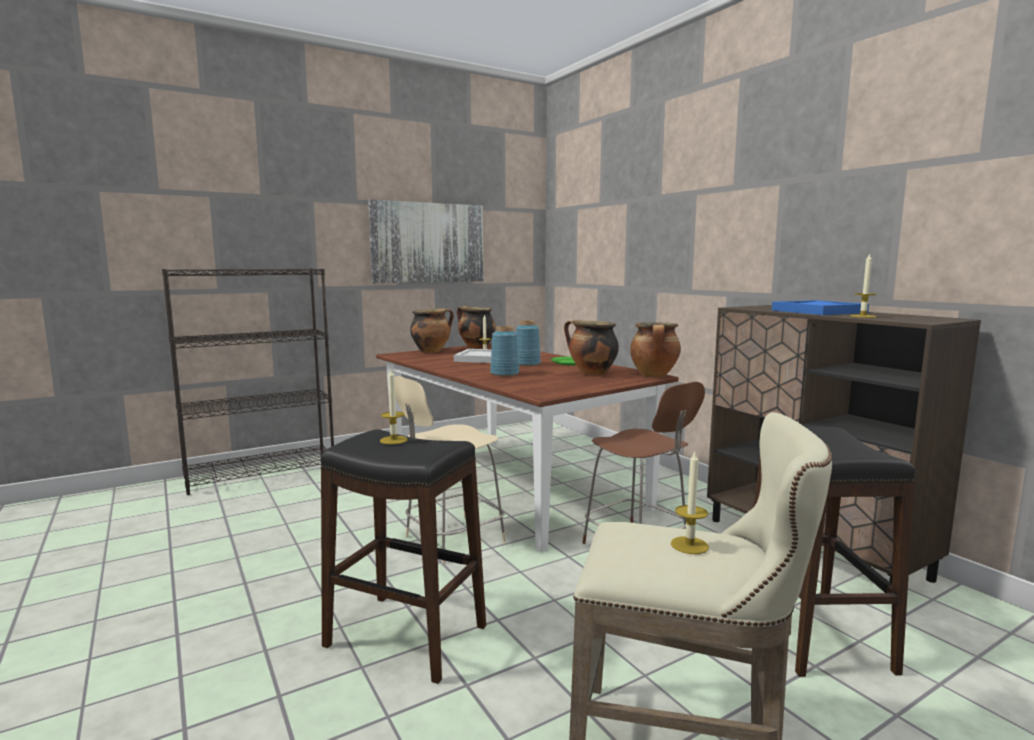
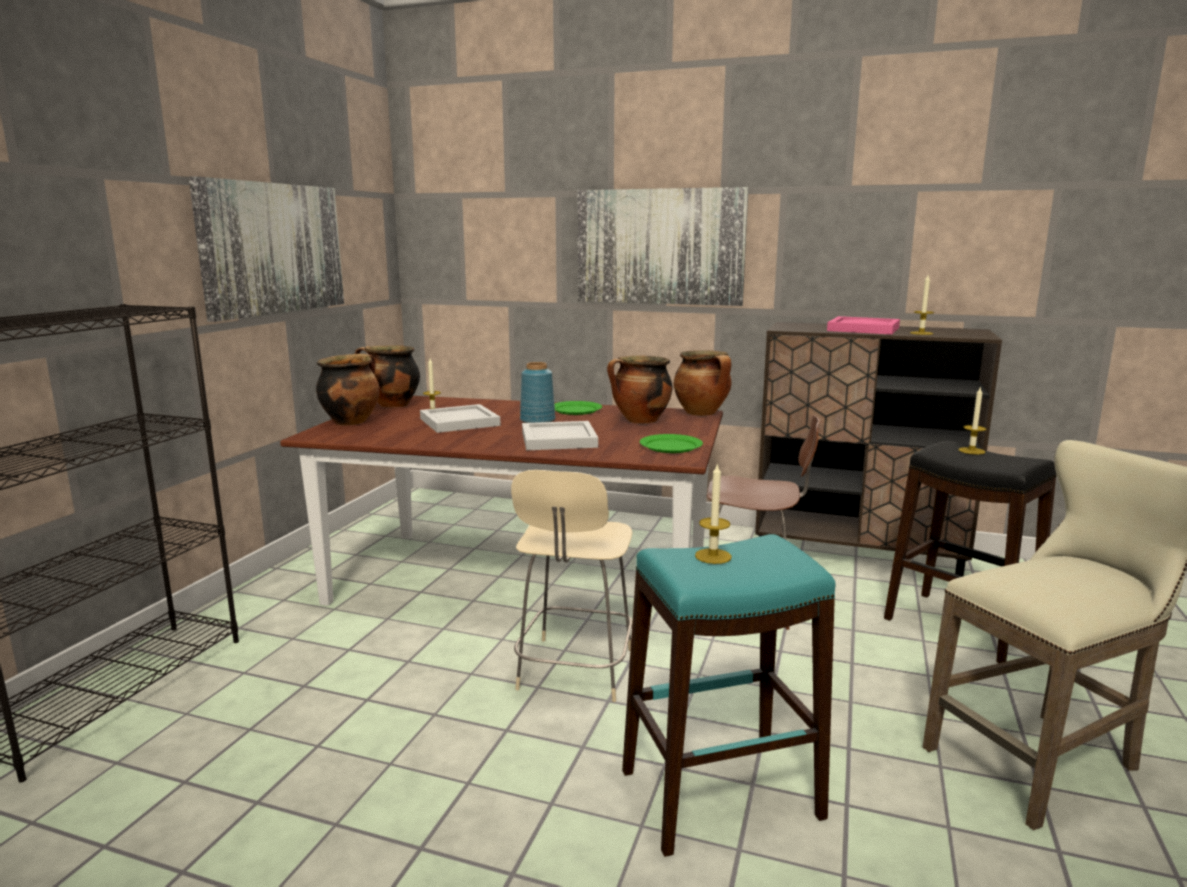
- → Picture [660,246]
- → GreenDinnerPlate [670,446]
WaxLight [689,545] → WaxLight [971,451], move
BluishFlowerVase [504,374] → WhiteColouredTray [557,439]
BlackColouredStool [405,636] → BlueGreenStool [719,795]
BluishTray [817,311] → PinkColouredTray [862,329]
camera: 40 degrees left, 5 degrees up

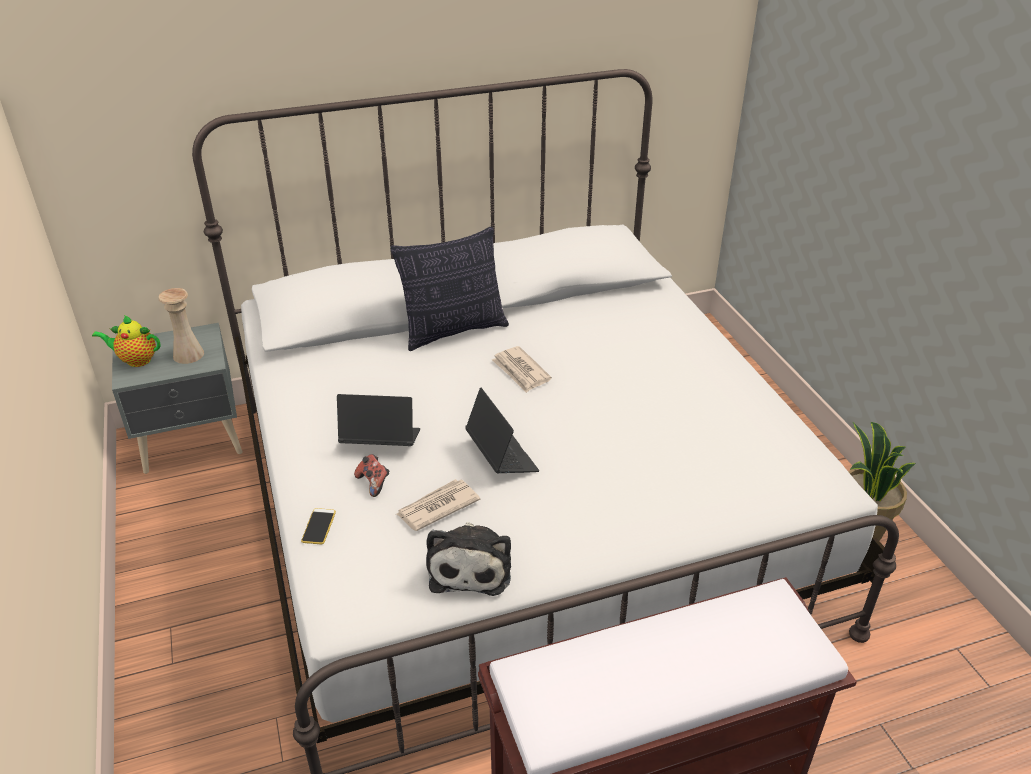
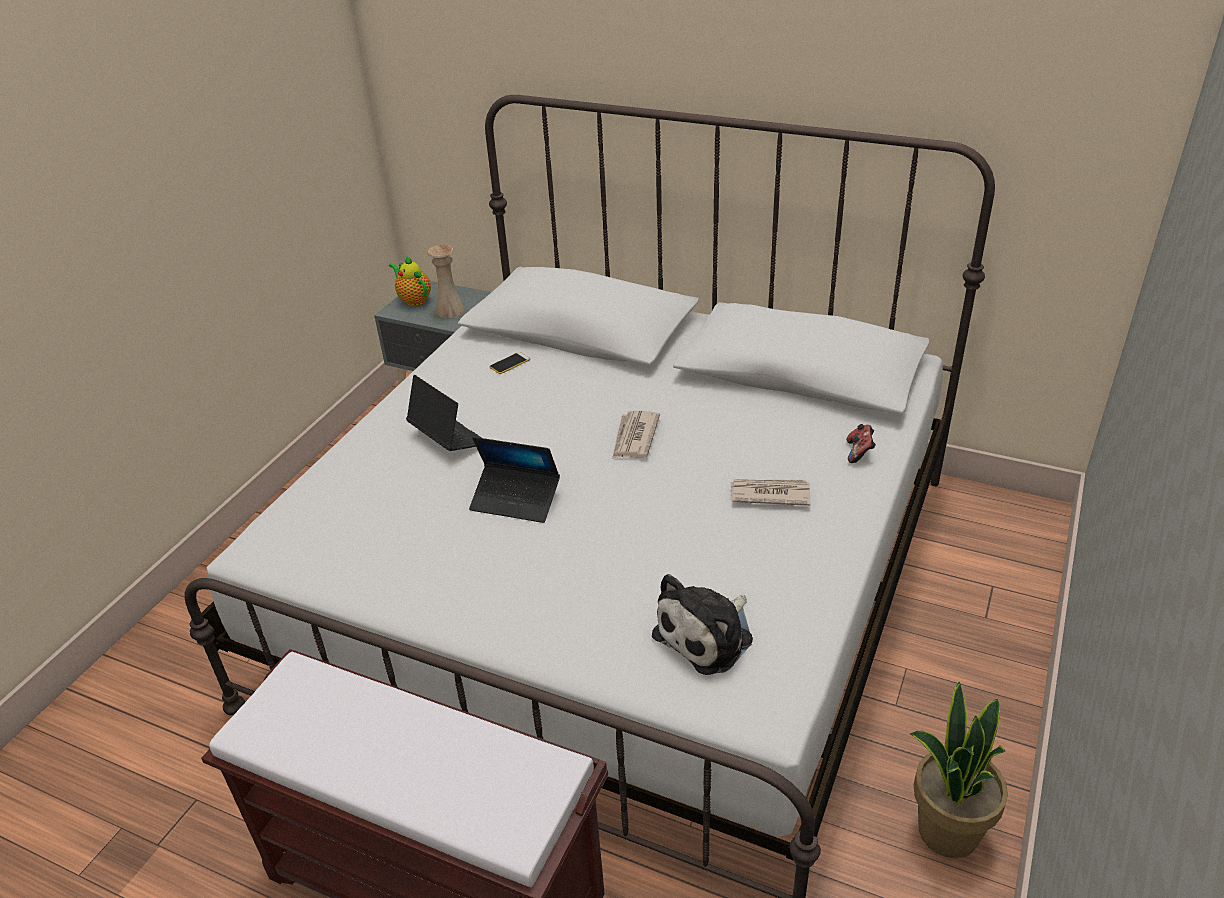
Cushion [454,331] → -
Handset [318,526] → Handset [509,363], move
Joypad [374,483] → Joypad [859,452], move
PrintedPaper [437,507] → PrintedPaper [769,494], move
PlushToy [470,566] → PlushToy [708,635], move
NotebookComputer [501,456] → NotebookComputer [516,500], 90 degrees clockwise
camera: 45 degrees right, 0 degrees up

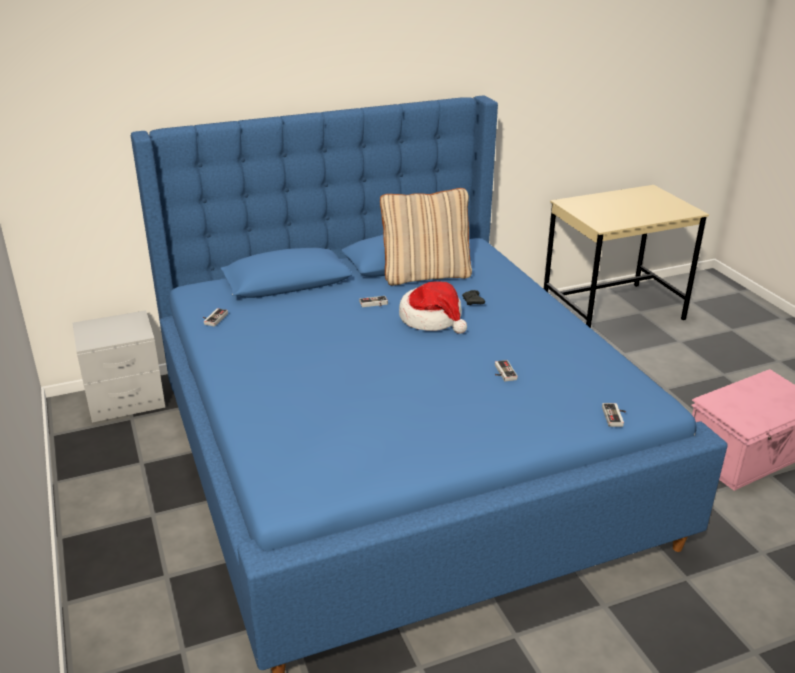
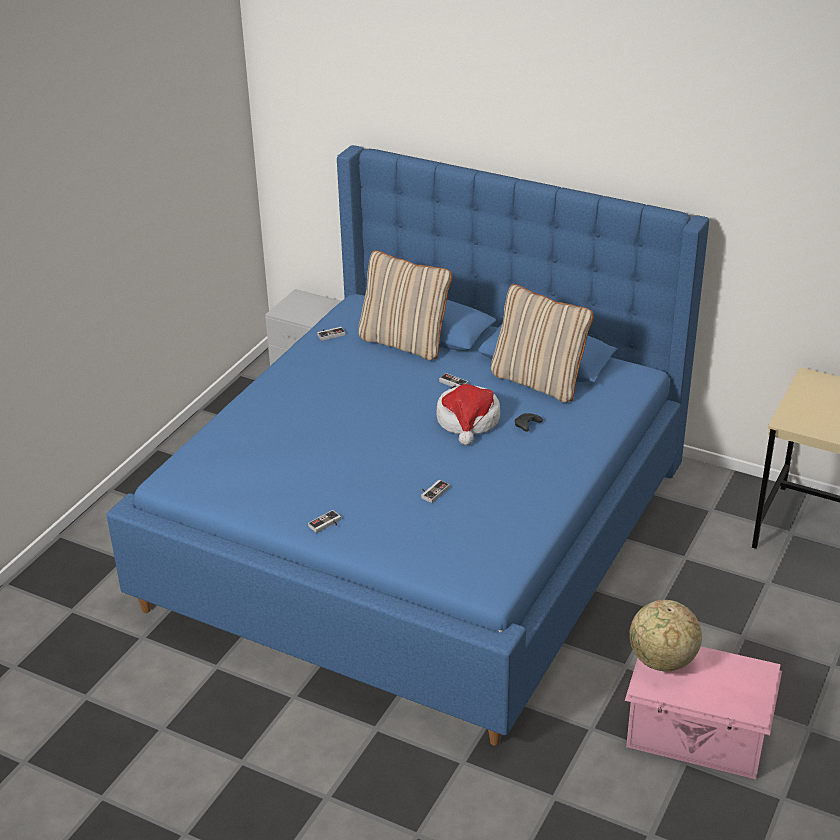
- → SandColouredCushion [405,342]
- → Globe [662,661]
Joypad [615,416] → Joypad [326,525], move
camera: 50 degrees right, 5 degrees up

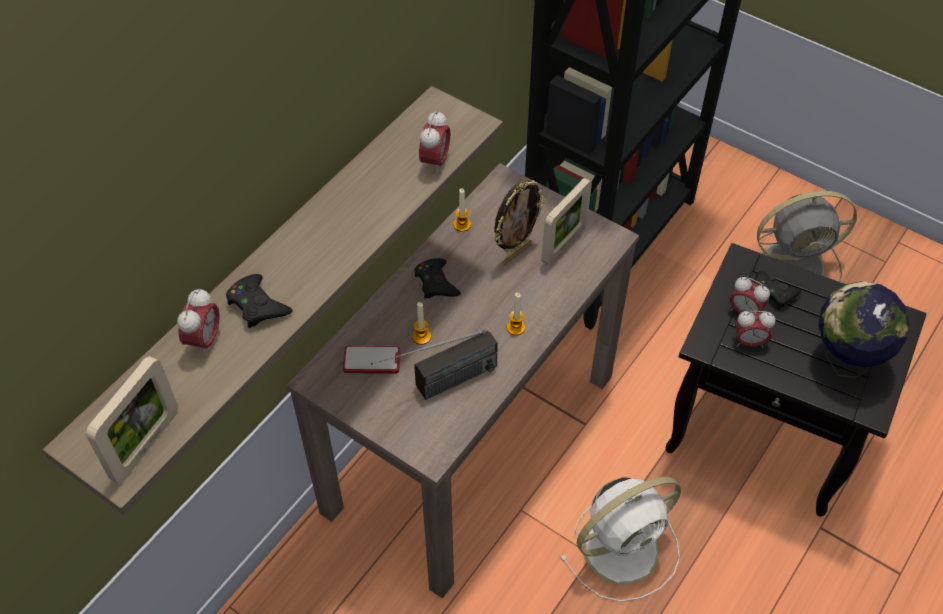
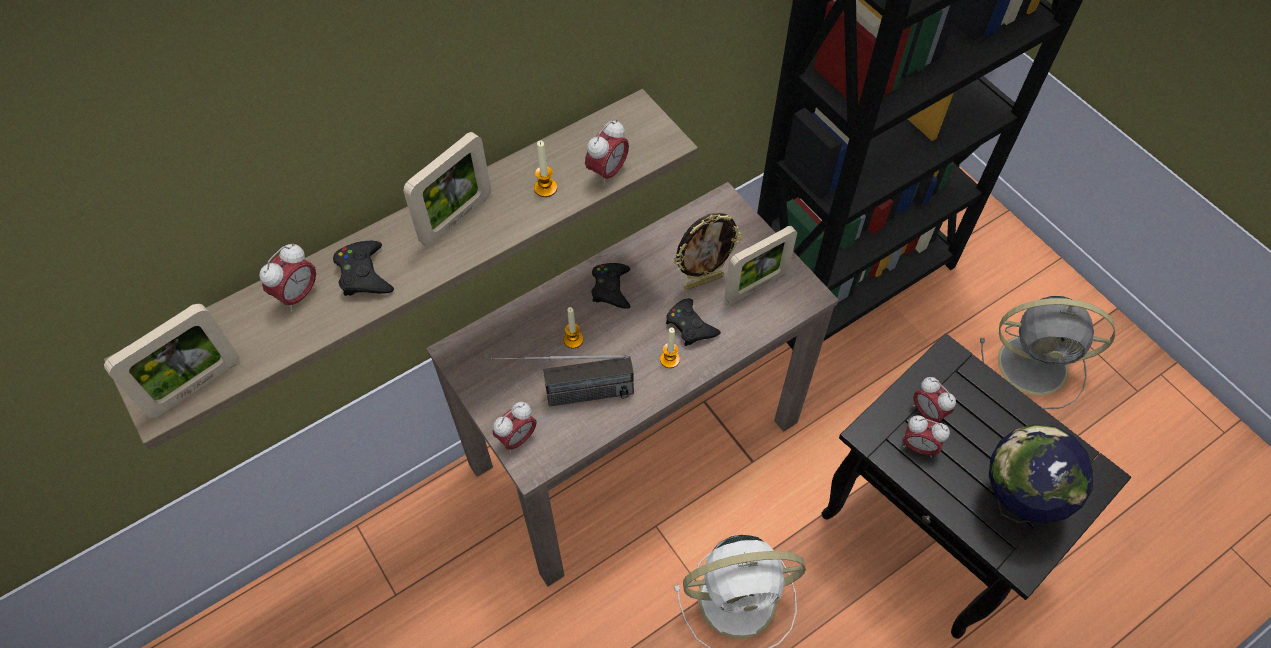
Handset [371,361] → -
- → PictureFrame [456,219]
- → AlarmClock [517,438]
WaxLight [462,224] → WaxLight [545,188], move
BlackColouredJoypad [773,292] → BlackColouredJoypad [690,326], move
camera: 20 degrees right, 5 degrees up

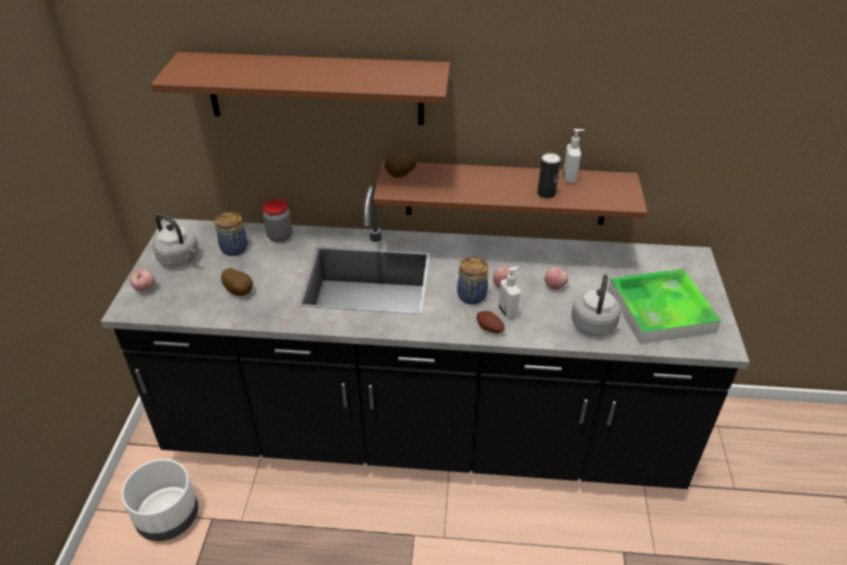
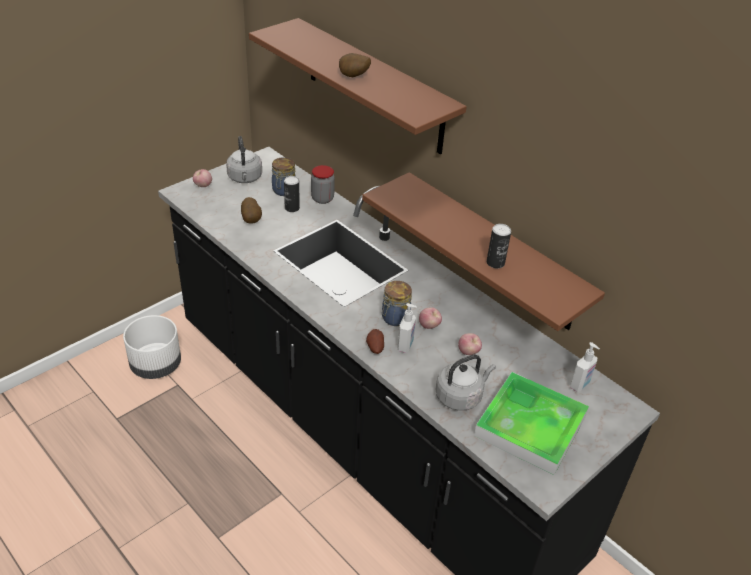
- → SealedCan [292,208]
Spud [401,176] → Spud [353,77], move
SoapDispenser [570,178] → SoapDispenser [580,385], move
camera: 40 degrees right, 0 degrees up

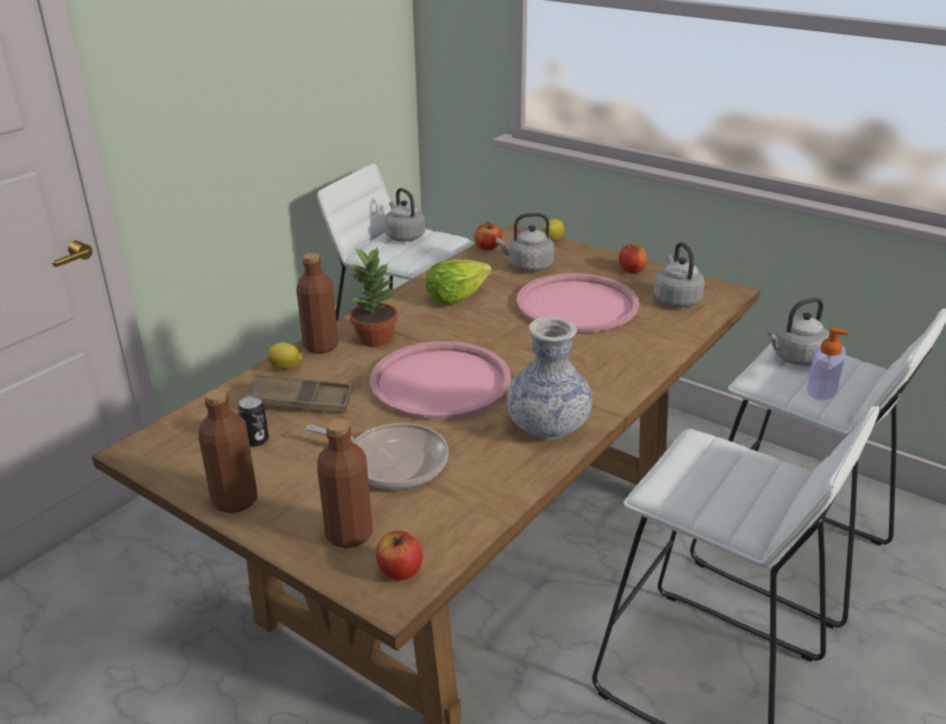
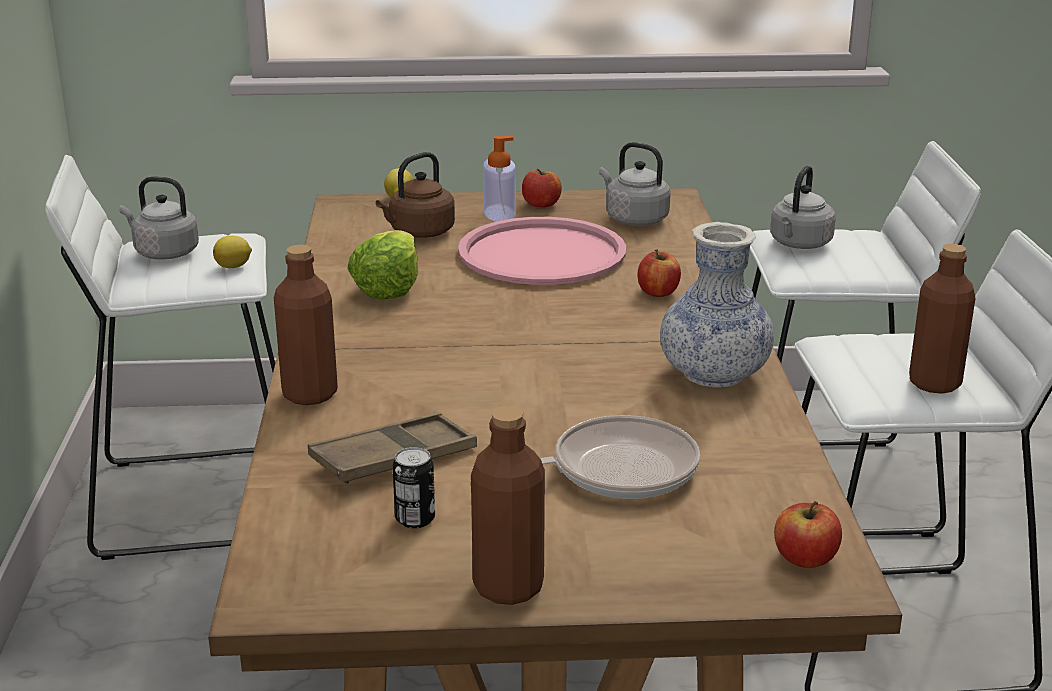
PottedPlant [375,338] → -
PinkColouredTray [440,381] → -
WholeLemon [286,368] → WholeLemon [234,266], move
BrownColouredBeverageBottle [349,534] → BrownColouredBeverageBottle [934,383], move
Apple [488,248] → Apple [658,292], move
SoapDispenser [821,390] → SoapDispenser [499,213], move
GreyWaterKettle [528,266] → BrownColouredWaterKettle [419,233]
camera: 40 degrees left, 5 degrees down

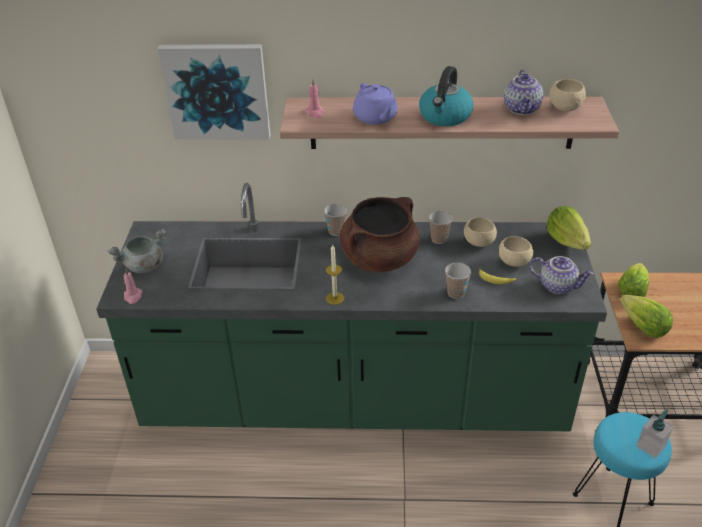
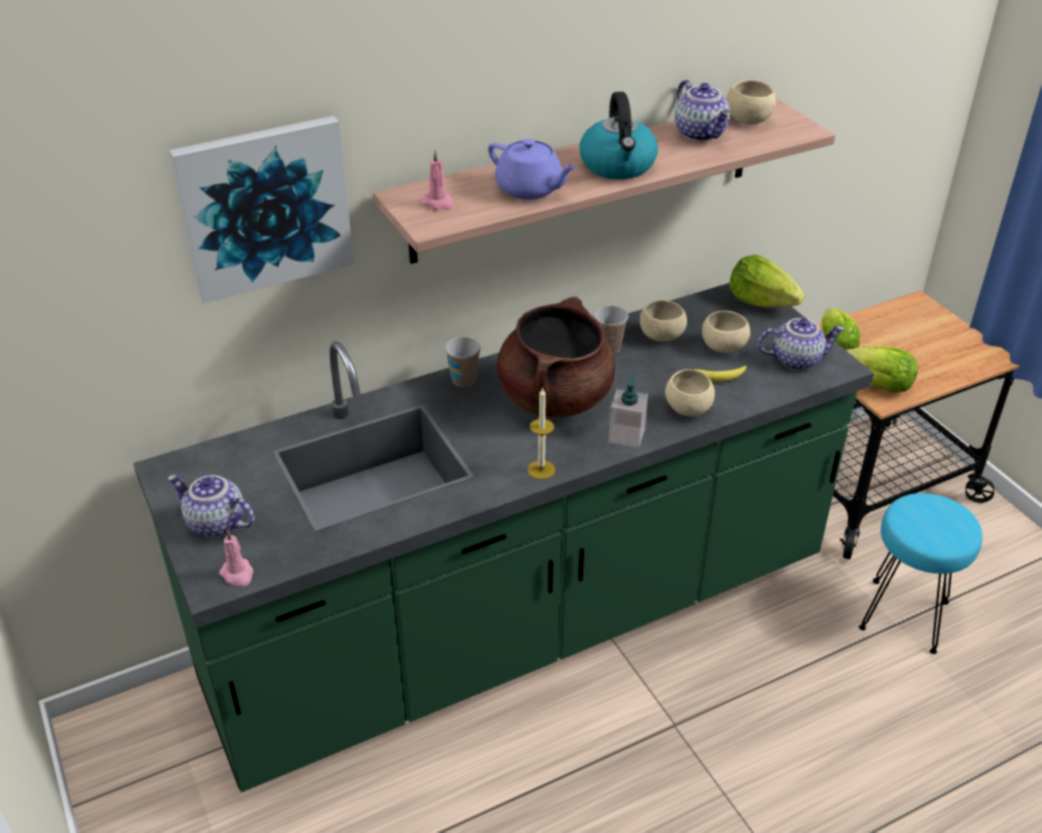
SoapDispenser [651,446] → SoapDispenser [626,435], move
GreyStockpot [144,266] → Teapot [215,524]
DrinkingCup [456,293] → SandColouredDeepDish [688,409]
camera: 30 degrees left, 0 degrees up

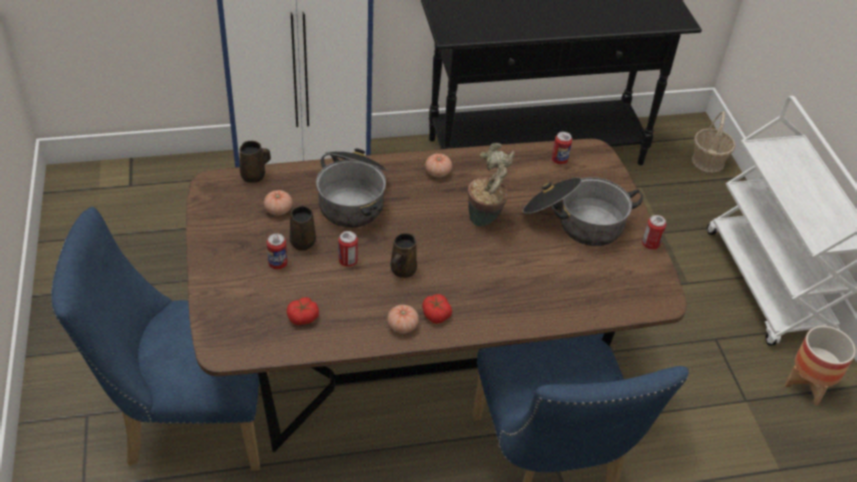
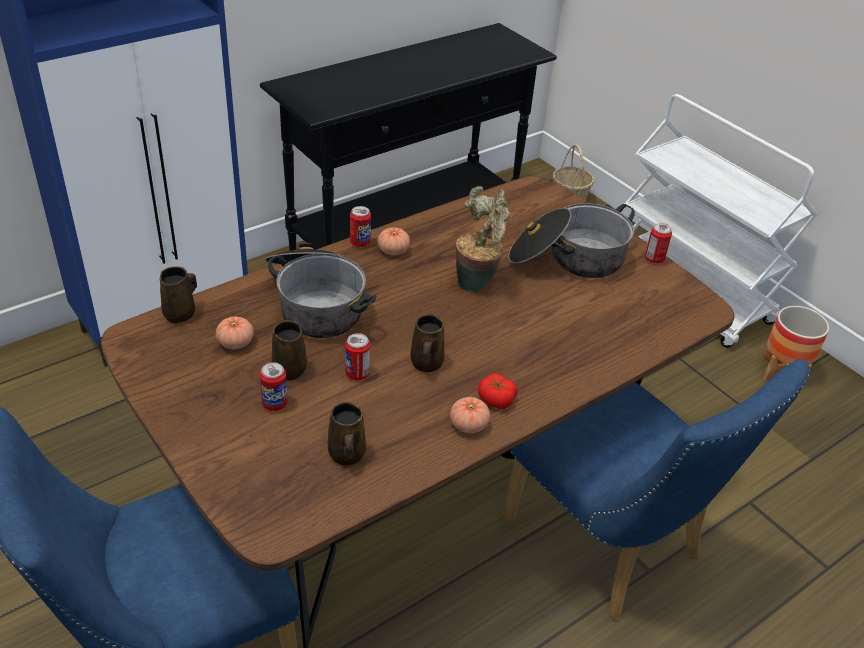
SealedCan [559,160] → SealedCan [360,243], move
FreshTomato [303,317] → BrownColouredTeaMug [346,455]
camera: 25 degrees left, 5 degrees down

